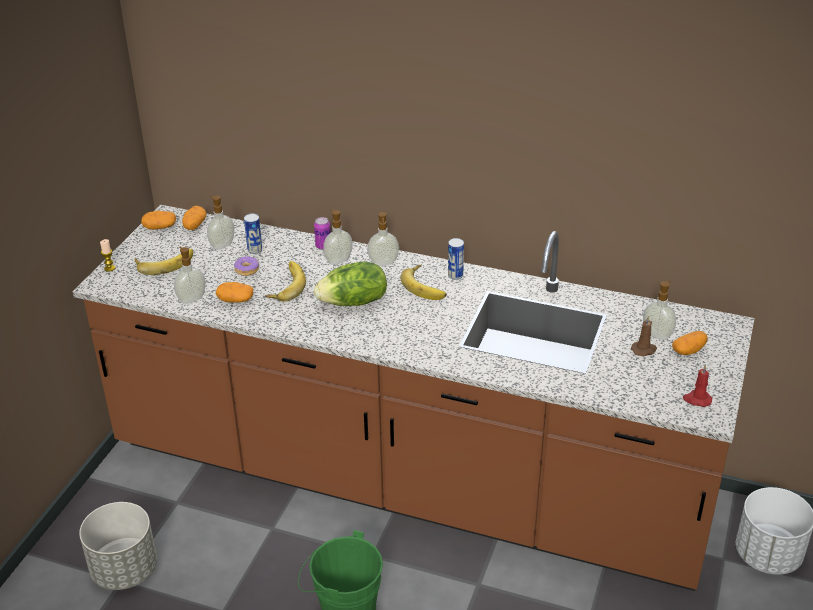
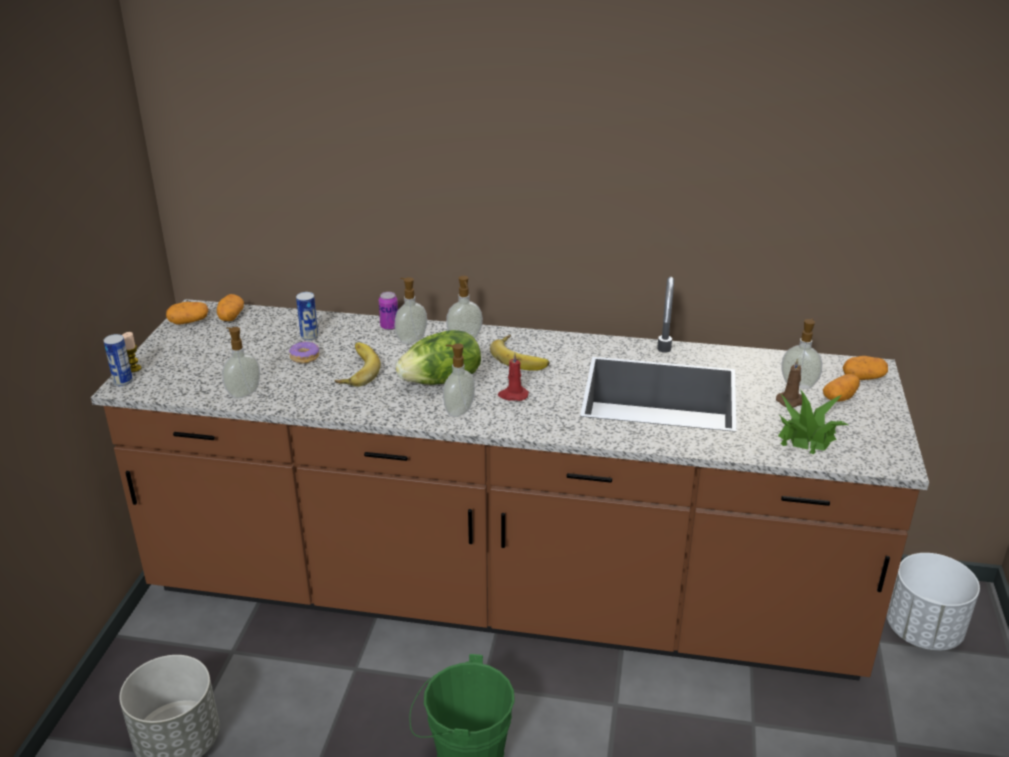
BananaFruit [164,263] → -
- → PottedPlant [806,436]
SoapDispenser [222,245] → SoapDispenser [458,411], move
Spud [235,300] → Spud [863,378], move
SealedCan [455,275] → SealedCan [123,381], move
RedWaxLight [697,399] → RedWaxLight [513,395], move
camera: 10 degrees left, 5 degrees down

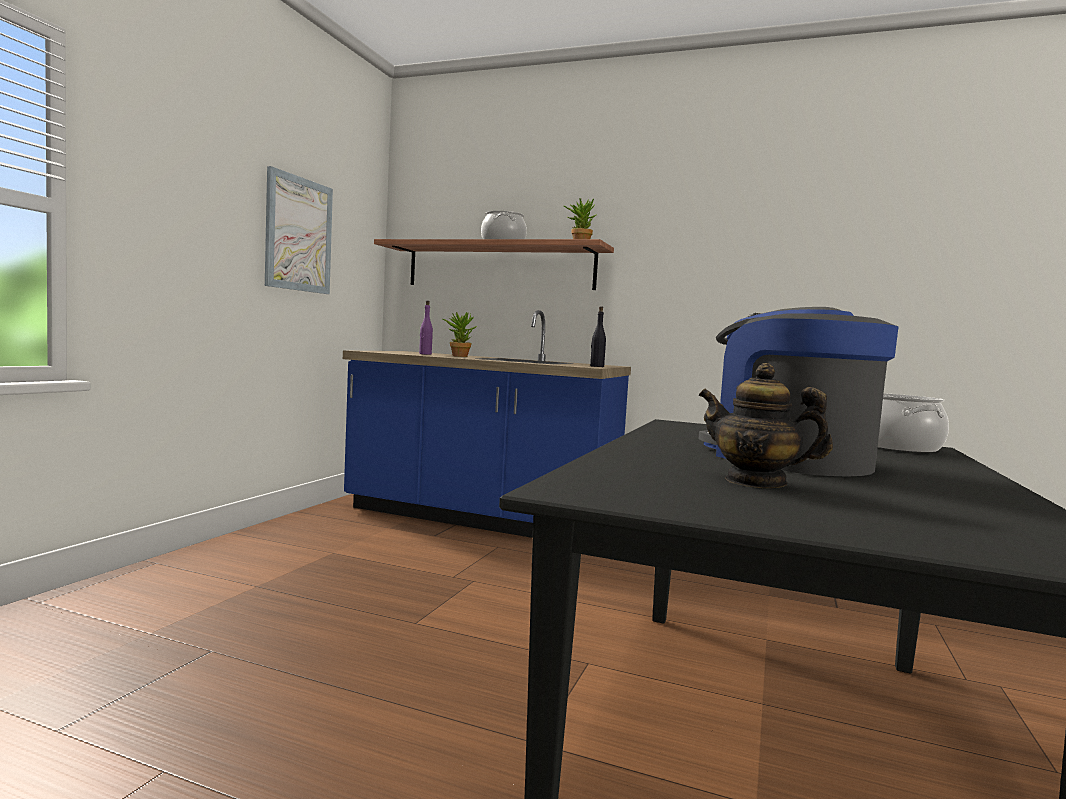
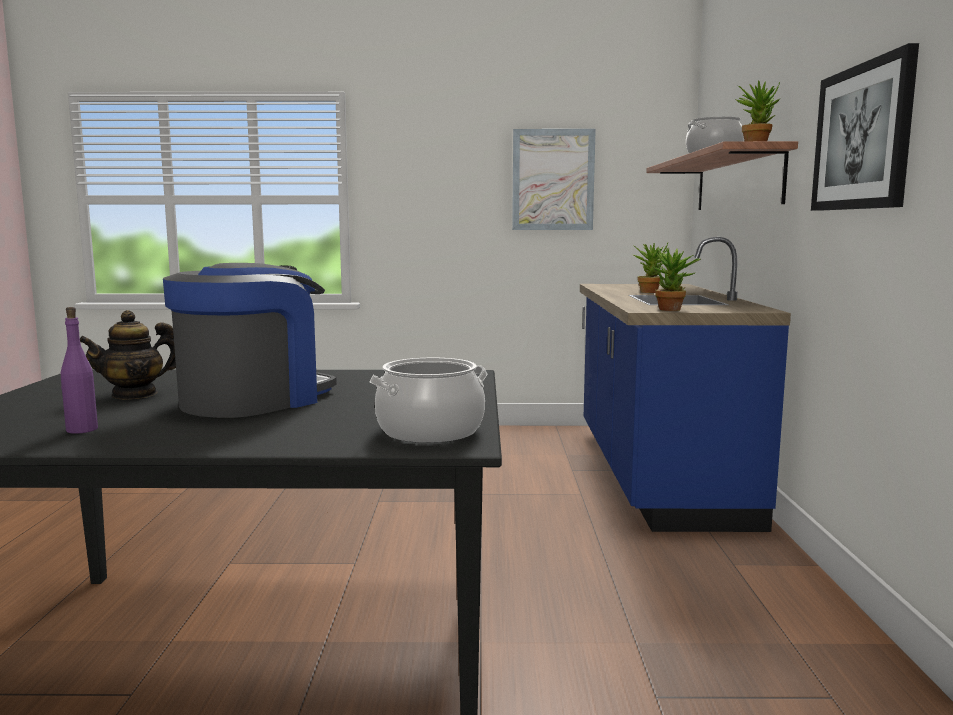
- → Picture [862,137]
PurpleBeverageBottle [425,354] → PurpleBeverageBottle [81,430], move
BlackColouredBeverageBottle [596,366] → PottedPlant [673,310]
Teapot [756,482] → Teapot [135,394], 135 degrees counterclockwise
camera: 70 degrees right, 5 degrees up

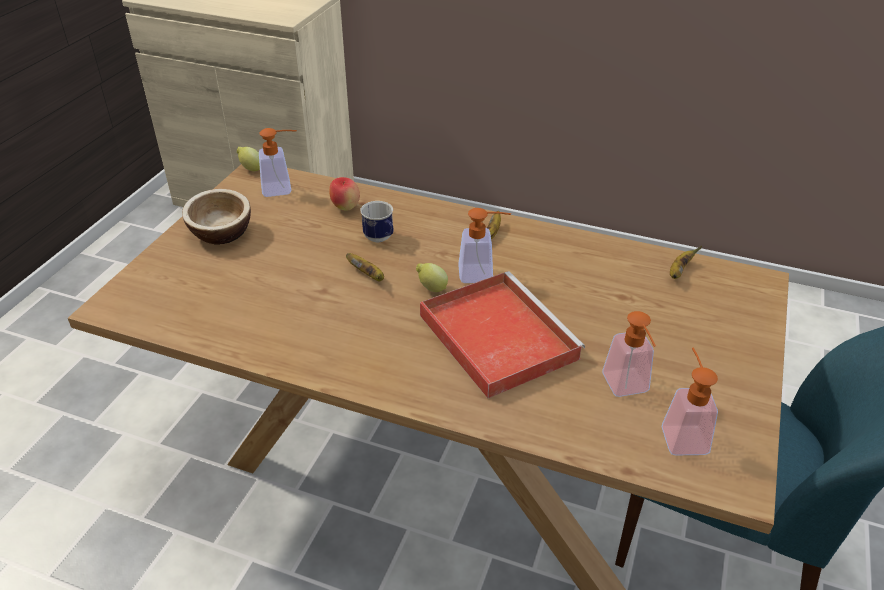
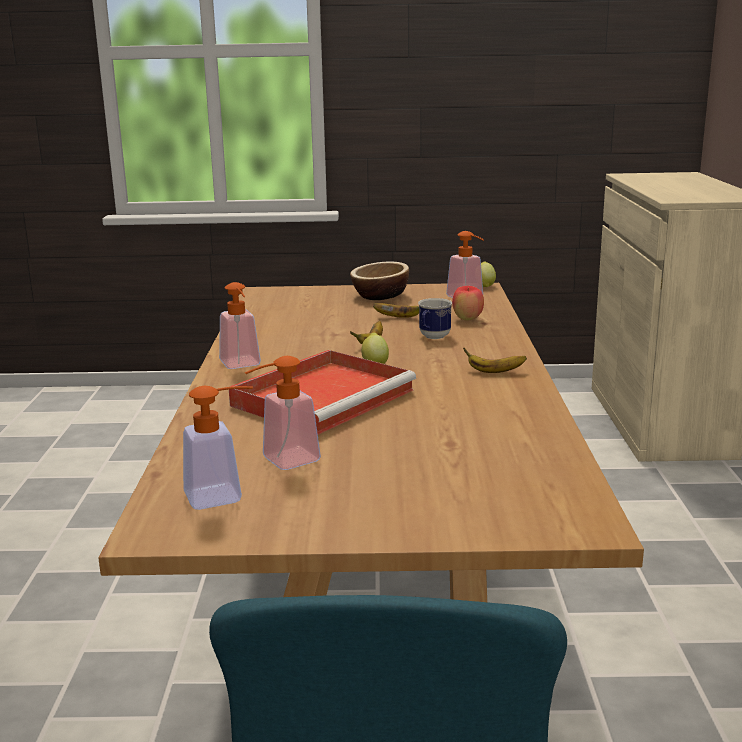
SoapDispenser [482,274] → SoapDispenser [242,365], move
BananaFruit [679,271] → BananaFruit [399,317], move
camera: 70 degrees right, 20 degrees down

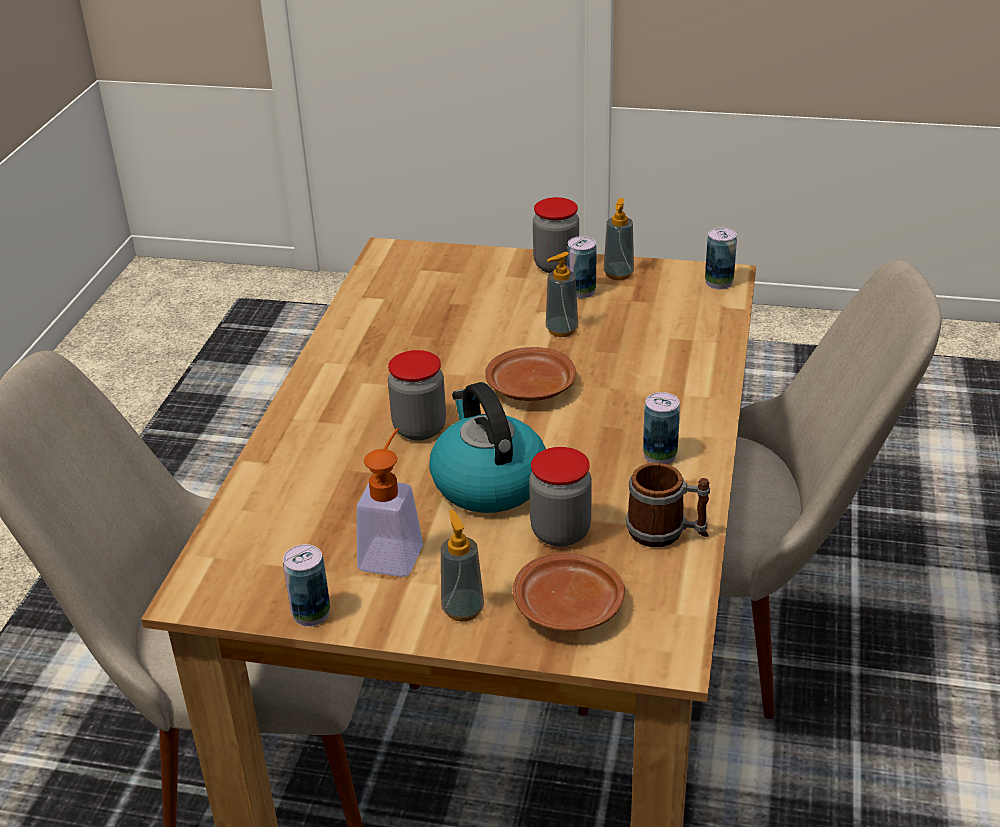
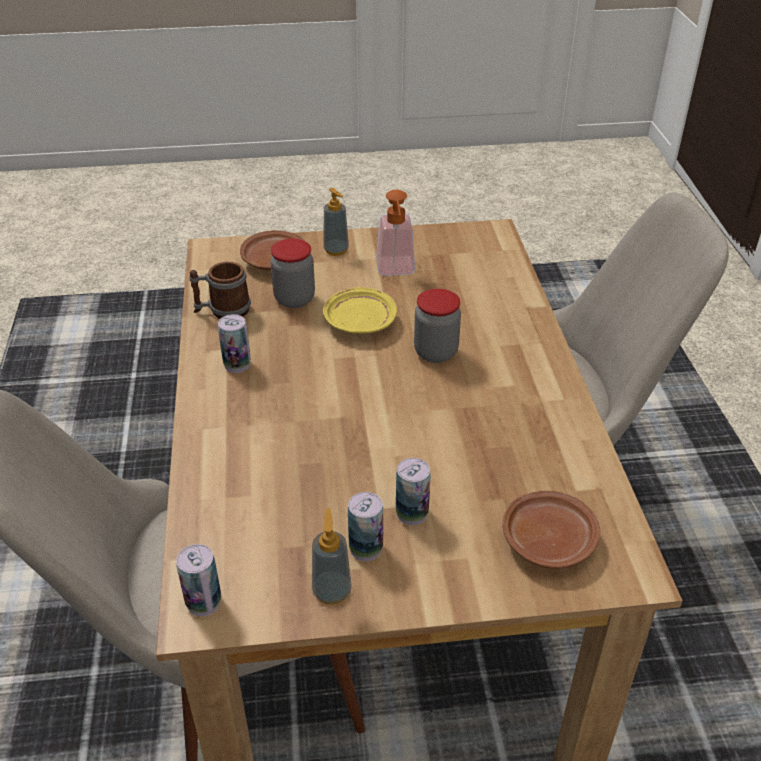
StorageJar [556,265] → -
SoapDispenser [561,330] → -
SealedCan [311,613] → SealedCan [412,513], move
BrownColouredDinnerPlate [530,388] → BrownColouredDinnerPlate [548,539], move
WaterKettle [487,482] → YellowDinnerPlate [359,321]
camera: 160 degrees right, 5 degrees up

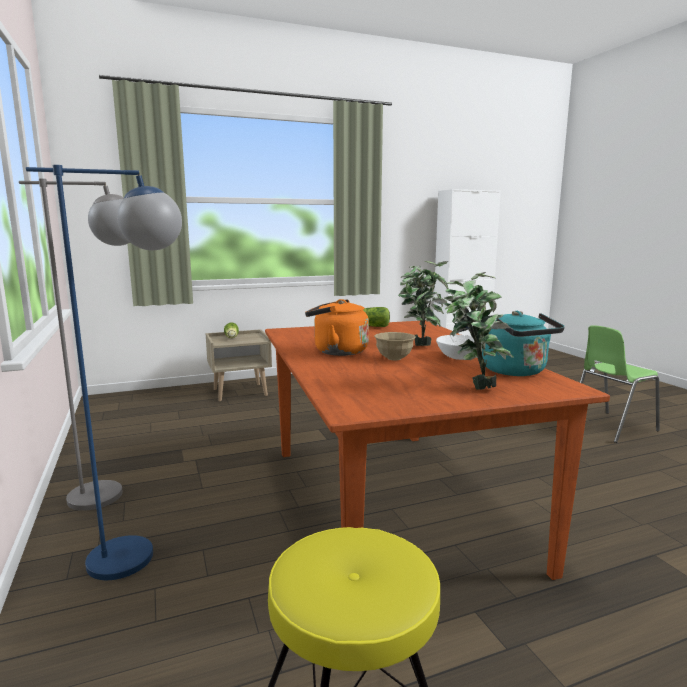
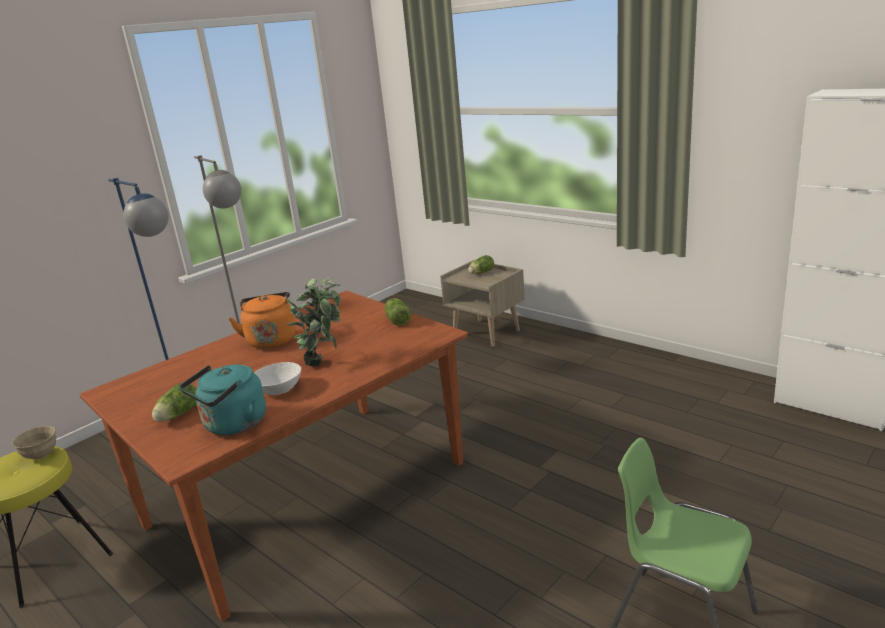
SandColouredDeepDish [394,358] → SandColouredDeepDish [41,455], move
PottedPlant [472,386] → LettuceHead [177,415]
camera: 65 degrees right, 10 degrees up

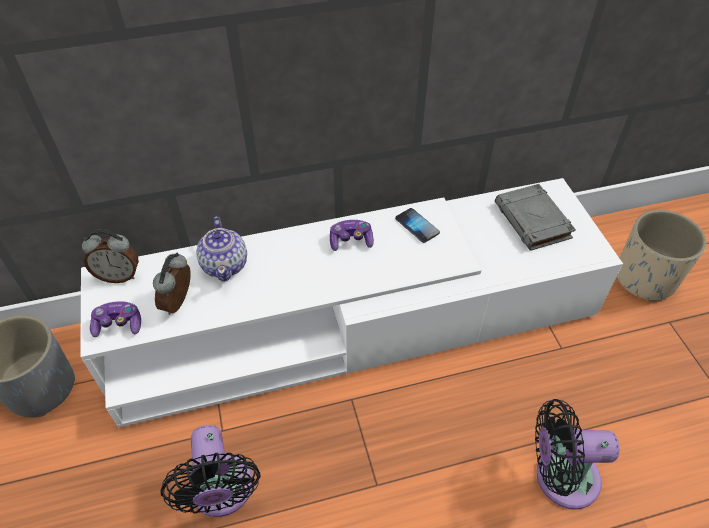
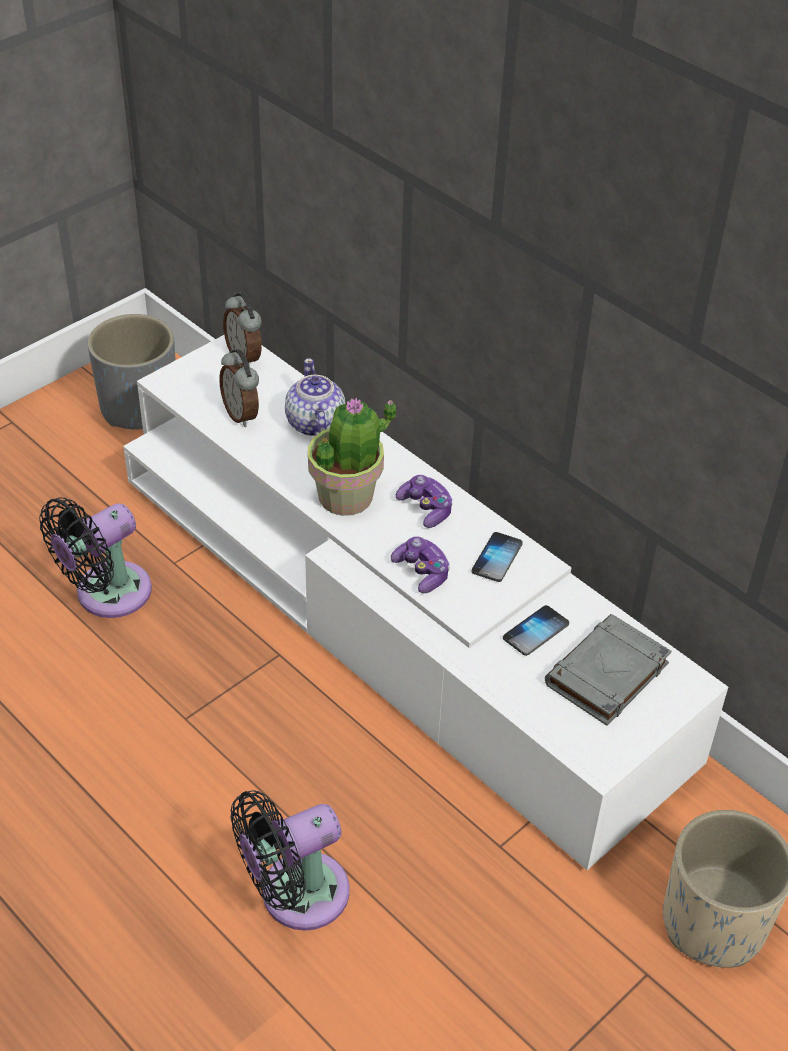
- → PottedPlant [347,496]
- → Handset [535,631]
Joypad [118,324] → Joypad [422,572], move
AlarmClock [180,302] → AlarmClock [242,414], 105 degrees counterclockwise
Teapot [225,264] → Teapot [314,424], 120 degrees clockwise
BlackColouredCoolingFan [560,477] → BlackColouredCoolingFan [295,895], 90 degrees counterclockwise
camera: 60 degrees right, 5 degrees down

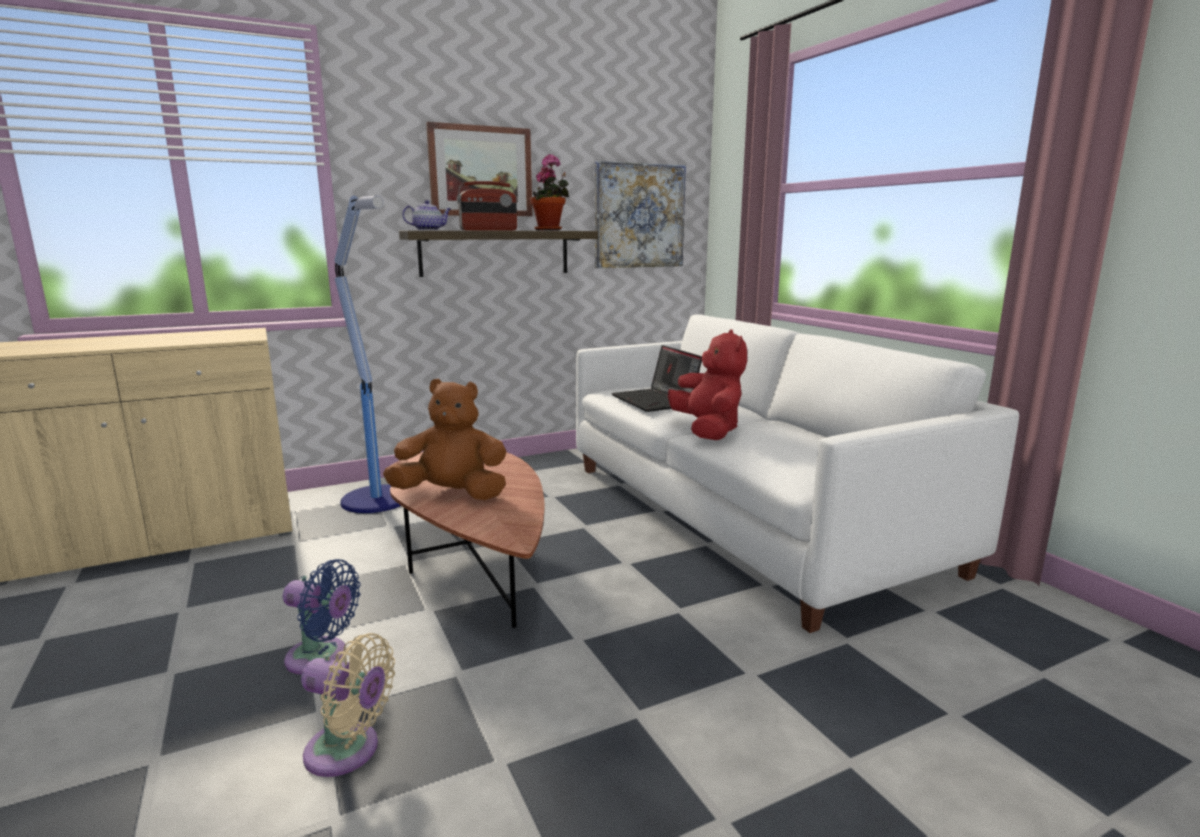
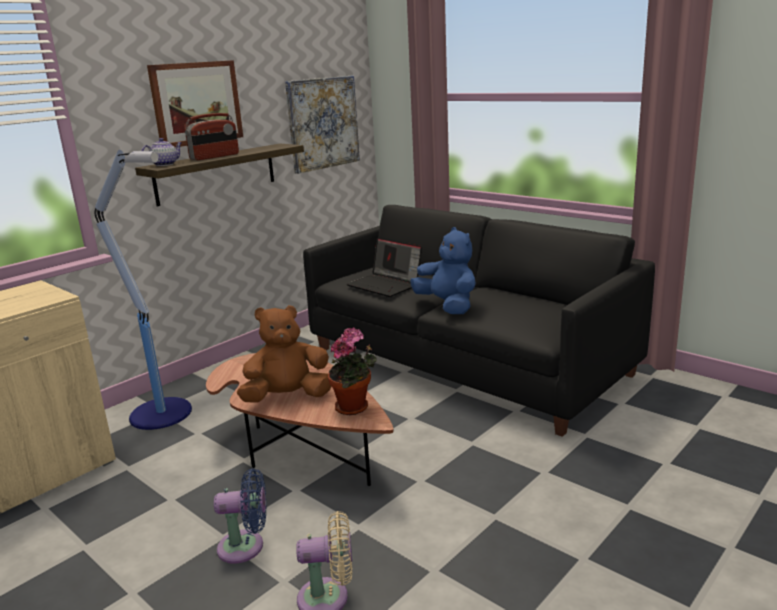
PottedPlant [550,230] → PottedPlant [354,408], move
WhiteColouredSettee [744,515] → BlackColouredSettee [467,361]
RedPlushToy [708,431] → BluishPlushToy [447,306]
camera: 20 degrees left, 5 degrees up

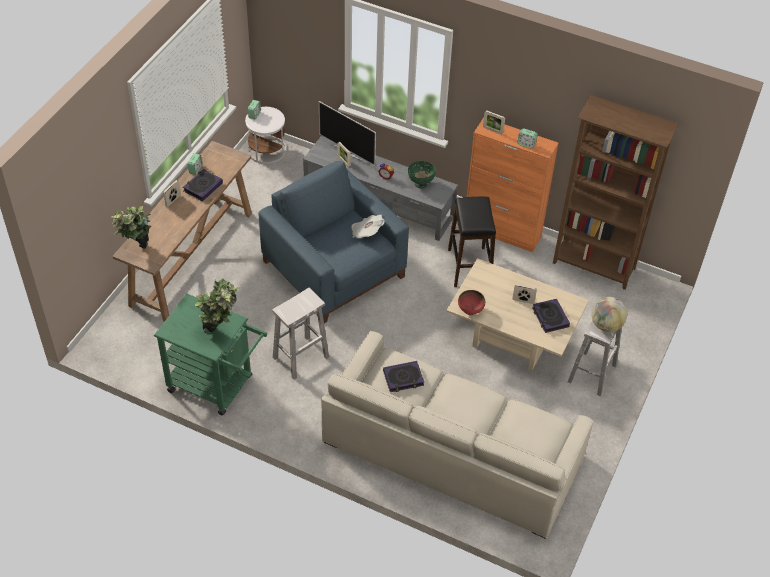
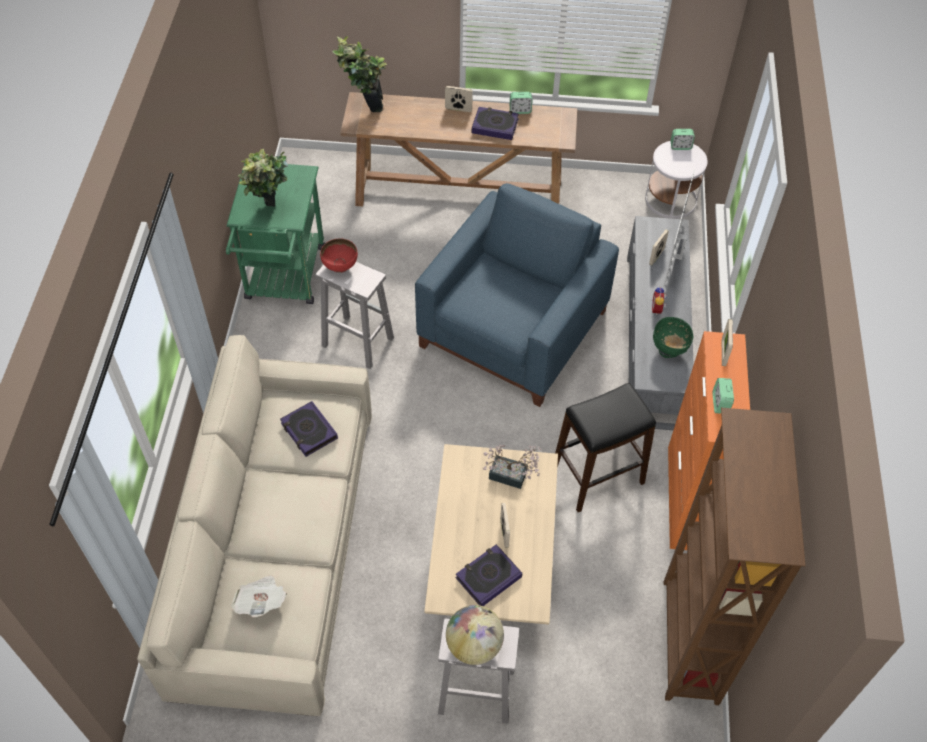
- → PottedPlant [512,476]
PrintedPaper [366,232] → PrintedPaper [261,602], move
RedDeepDish [470,310] → RedDeepDish [340,267], move
camera: 70 degrees right, 5 degrees up

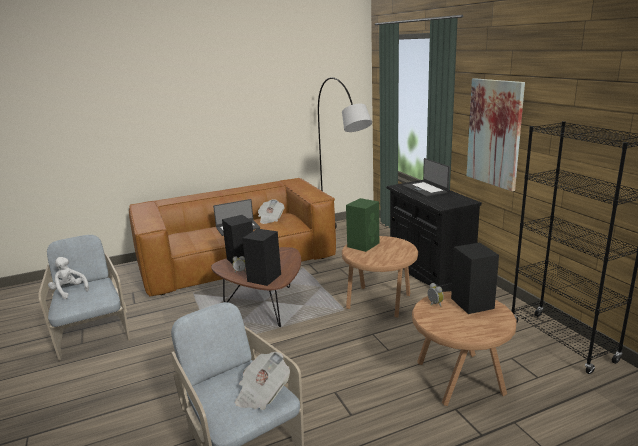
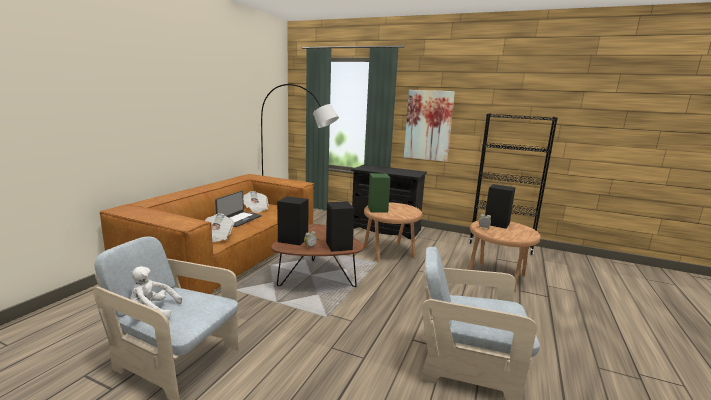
NotebookComputer [425,189] → -
PrintedPaper [262,393] → PrintedPaper [216,237], move
camera: 45 degrees left, 5 degrees down

